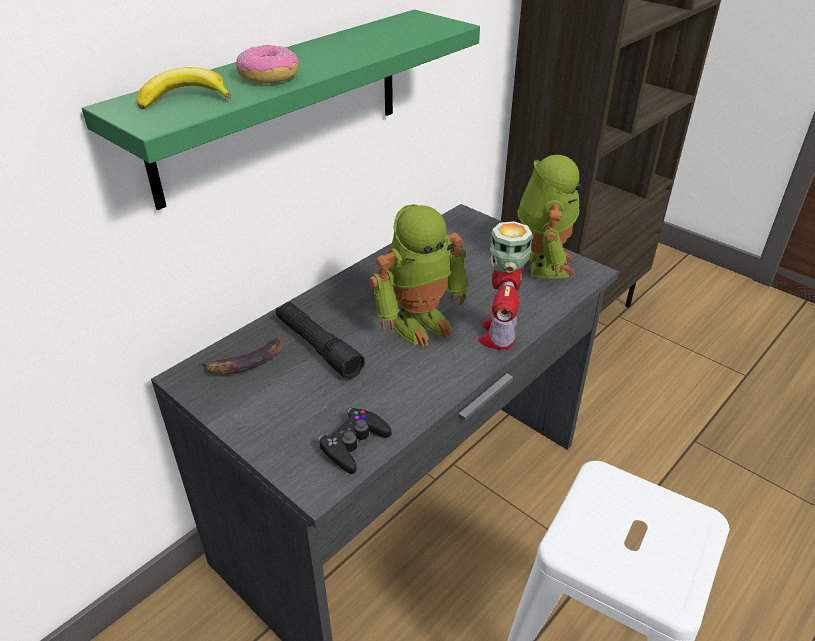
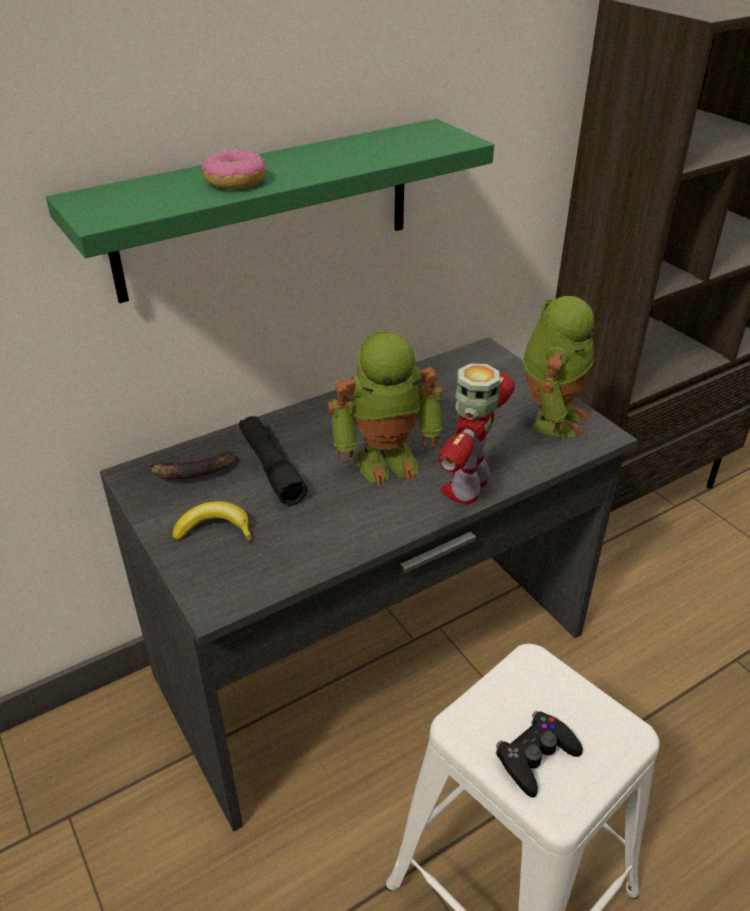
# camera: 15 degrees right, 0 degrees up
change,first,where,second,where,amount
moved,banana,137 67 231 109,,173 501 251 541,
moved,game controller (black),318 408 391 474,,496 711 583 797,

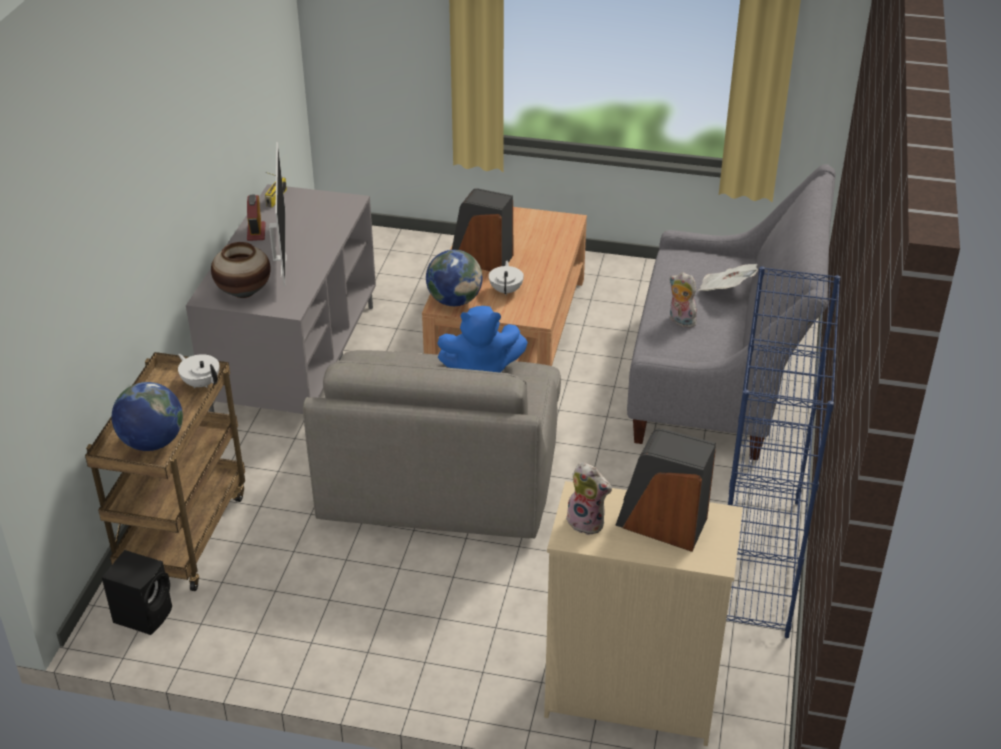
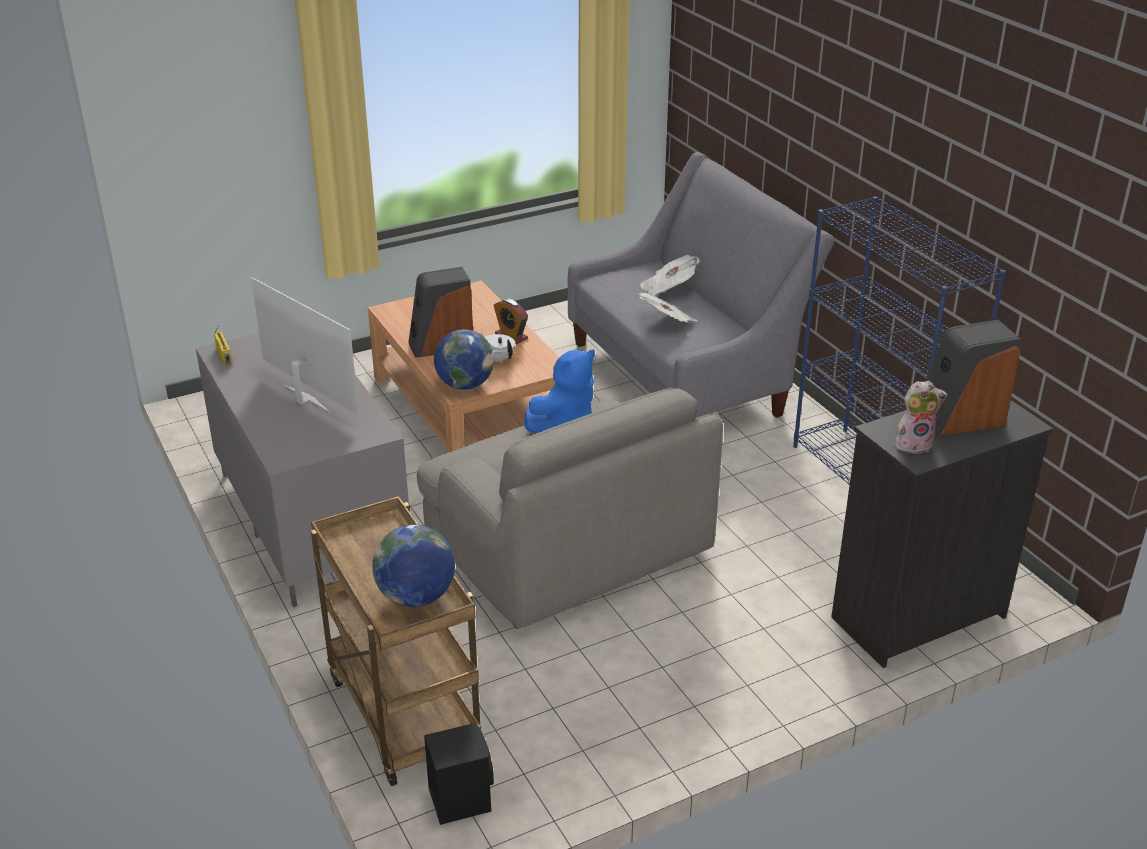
# camera: 40 degrees left, 5 degrees down
change,first,where,second,where,amount
moved,alarm clock,247 195 266 241,,494 299 528 344,
removed,vase,211 242 271 298,,,
replaced,plush toy,669 272 700 328,newspaper,639 293 698 323,
removed,teapot (white),178 354 220 388,,,
recoloured,dresser (beige),544 481 743 746,dresser (black),831 400 1053 668,

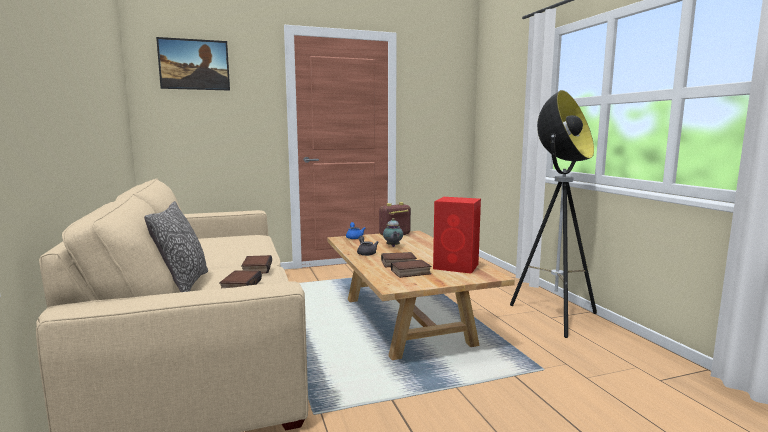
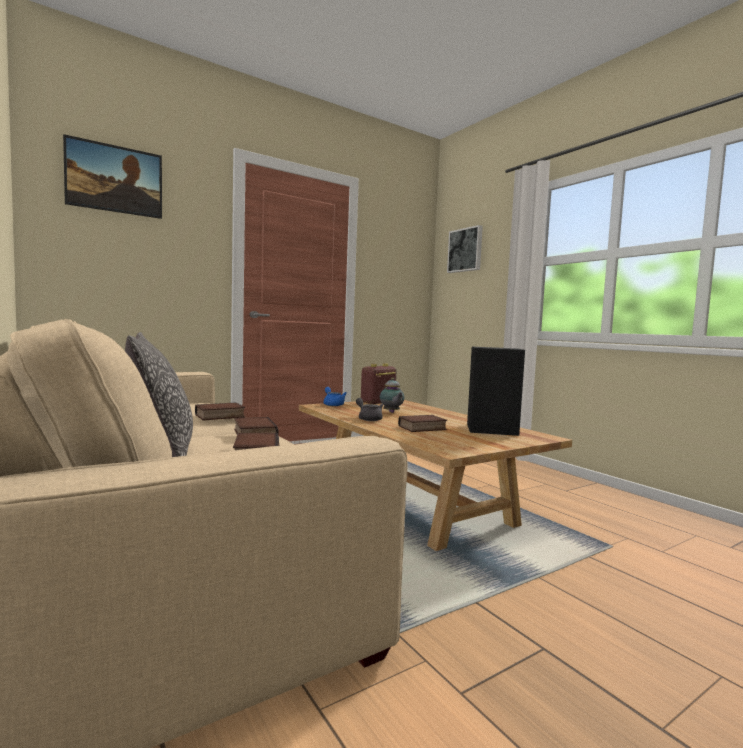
# camera: 15 degrees left, 5 degrees down
change,first,where,second,where,amount
removed,floor lamp,510 90 597 338,,,
recoloured,speaker (red),433 197 481 274,speaker (black),467 347 525 436,
moved,book,391 260 431 278,,195 403 245 420,
added,,,picture,447 225 483 273,

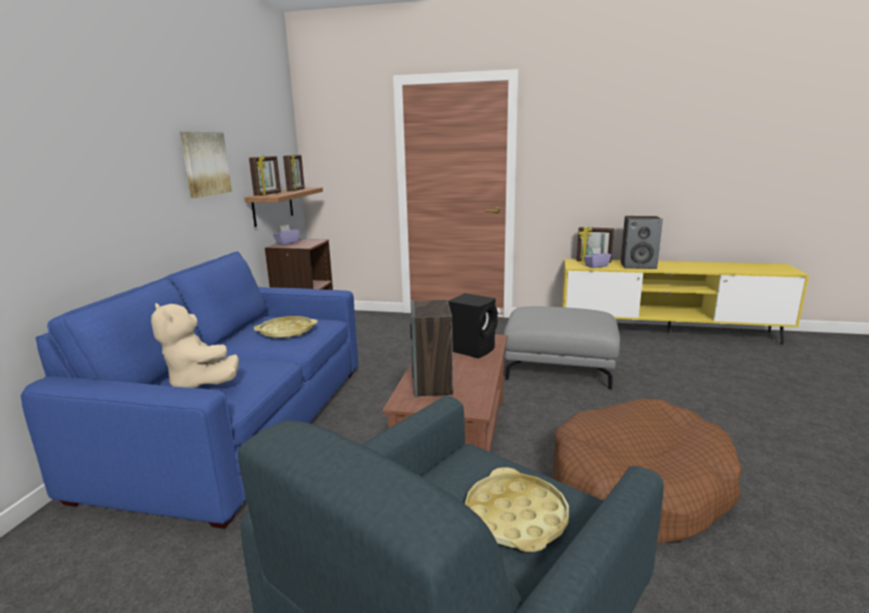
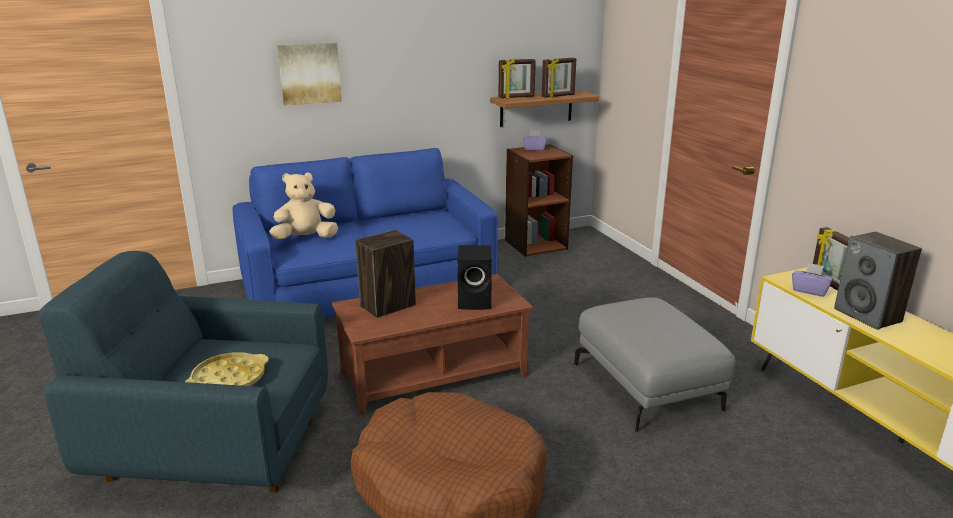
# camera: 55 degrees right, 5 degrees up
change,first,where,second,where,amount
moved,picture,180 132 232 198,,277 42 342 106,
turned,plush toy (beige),151 303 239 388,,269 173 338 239,60 degrees clockwise
removed,tray (yellow),254 316 318 339,,,

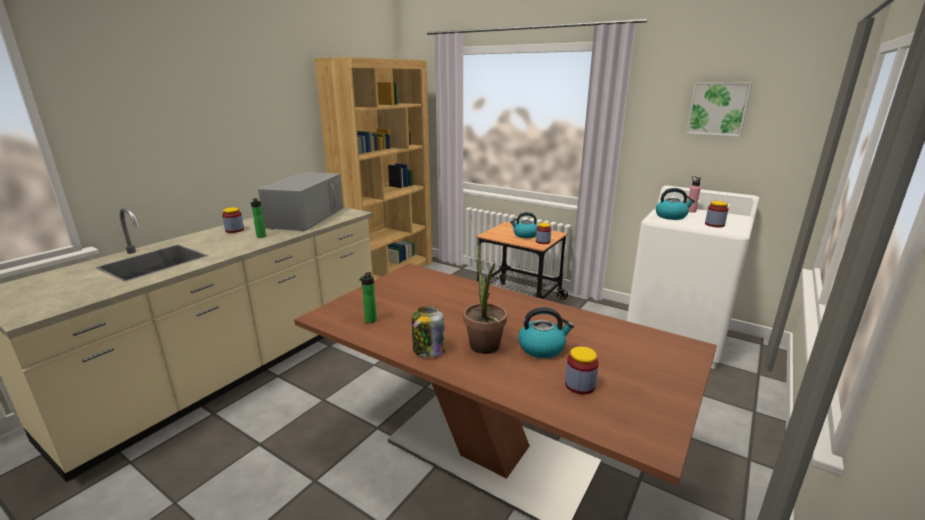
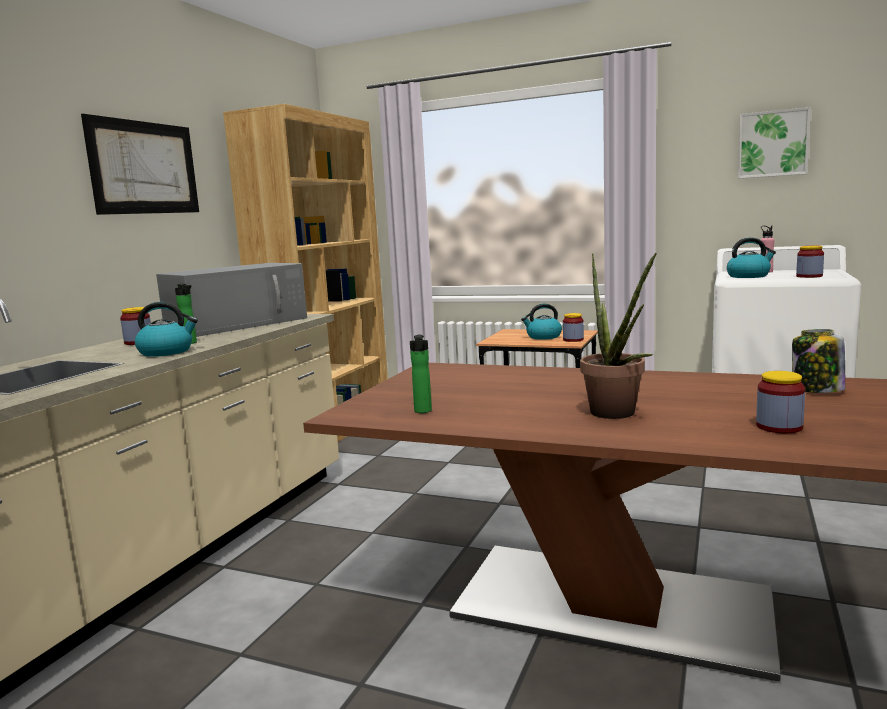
# camera: 10 degrees left, 10 degrees down
change,first,where,second,where,amount
turned,microwave (grey),258 172 343 231,,156 263 307 337,45 degrees clockwise
moved,jar,412 306 445 357,,792 329 845 393,
moved,kettle,518 307 574 358,,135 302 198 357,
added,,,picture,81 114 199 215,

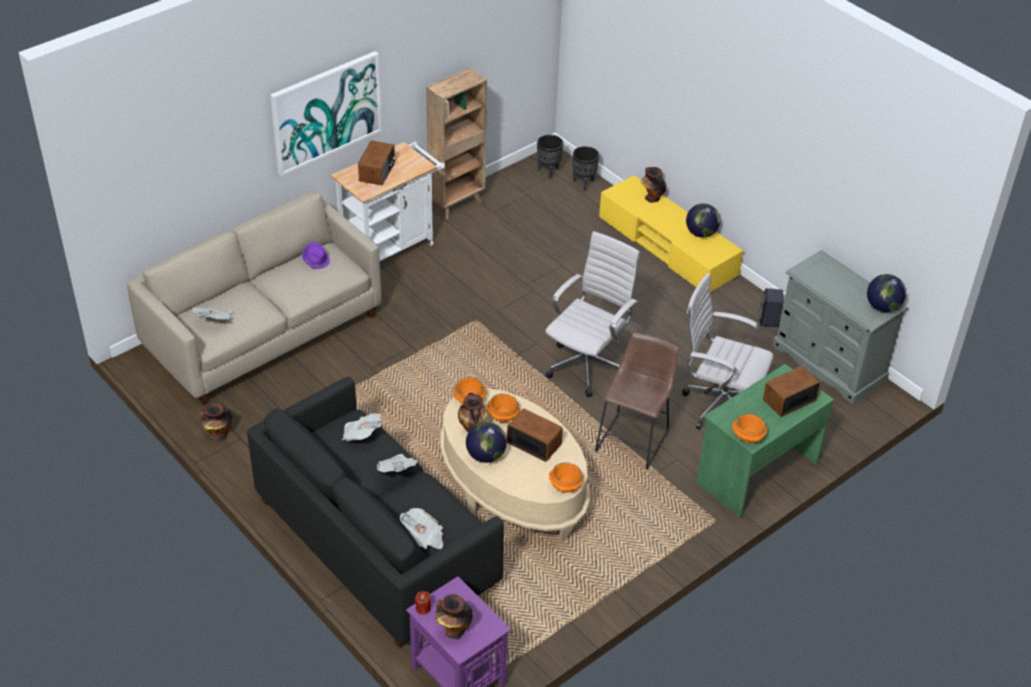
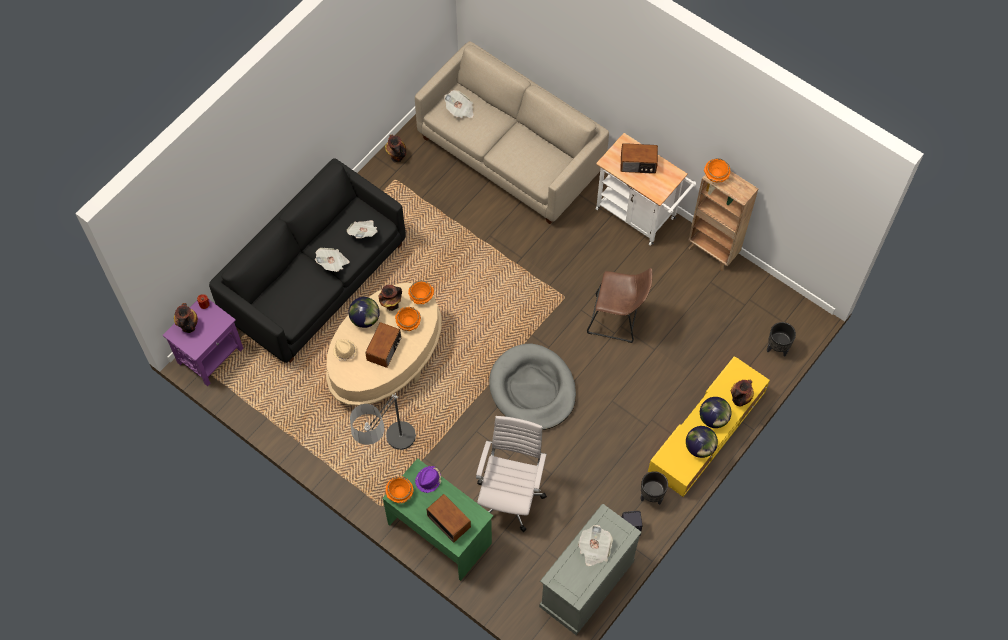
# camera: 80 degrees right, 20 degrees up
change,first,where,second,where,amount
removed,picture,270 51 382 176,,,
moved,planter (black),537 135 563 179,,641 471 668 505,
replaced,office chair (white),545 231 640 397,dog bed (grey),489 344 576 430,
moved,hat (purple),302 242 330 269,,415 466 441 493,
moved,globe,867 274 906 312,,700 397 732 428,
moved,stool (brown),595 333 678 470,,587 268 652 343,
moved,bowl (orange),549 462 584 493,,704 158 730 182,
moved,newspaper,400 508 443 549,,578 525 613 566,
added,,,hat (beige),333 339 357 361,
added,,,floor lamp,350 393 416 450,

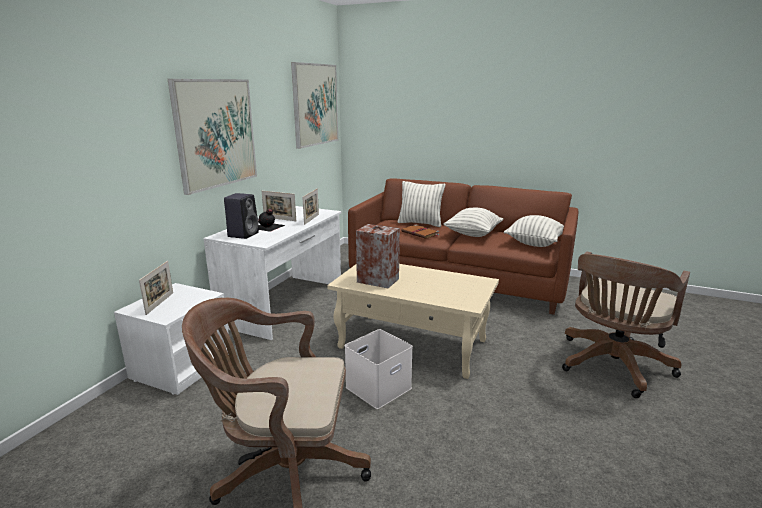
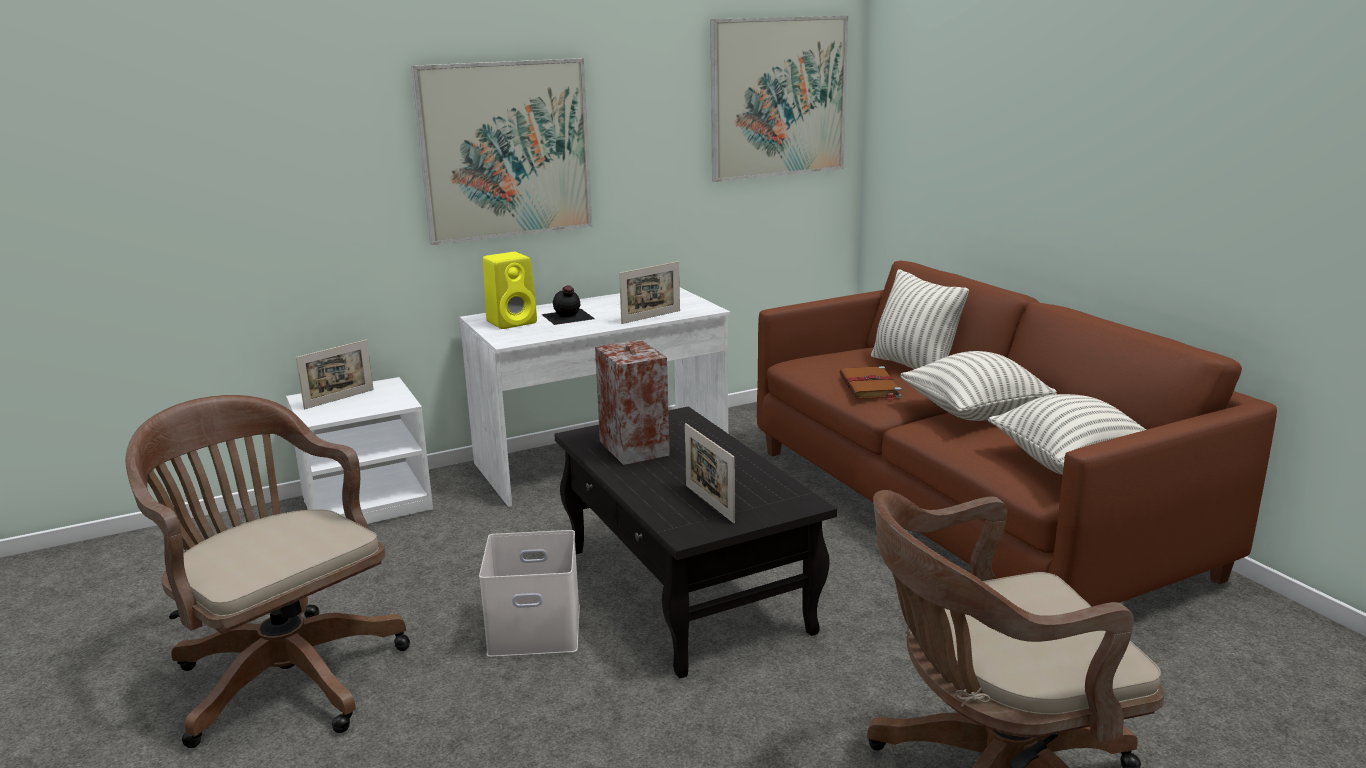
# camera: 40 degrees right, 0 degrees up
change,first,where,second,where,amount
moved,picture frame,262 191 296 221,,685 423 735 523,
recoloured,speaker (black),224 193 259 239,speaker (yellow),482 252 537 329,
recoloured,coffee table (beige),327 264 499 379,coffee table (black),554 407 837 678,

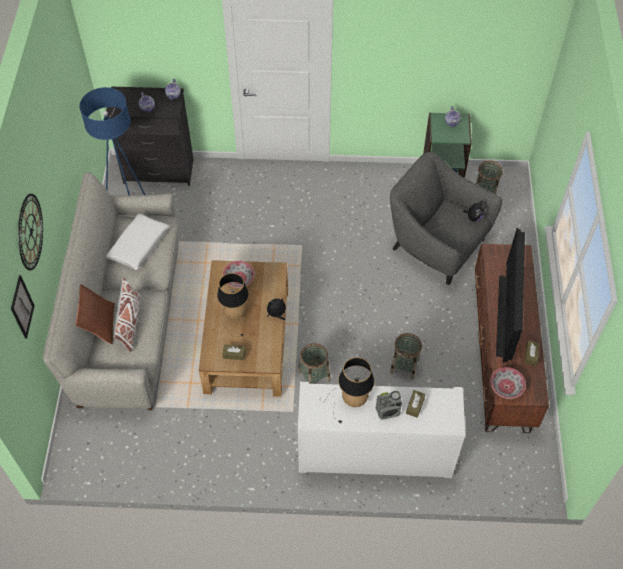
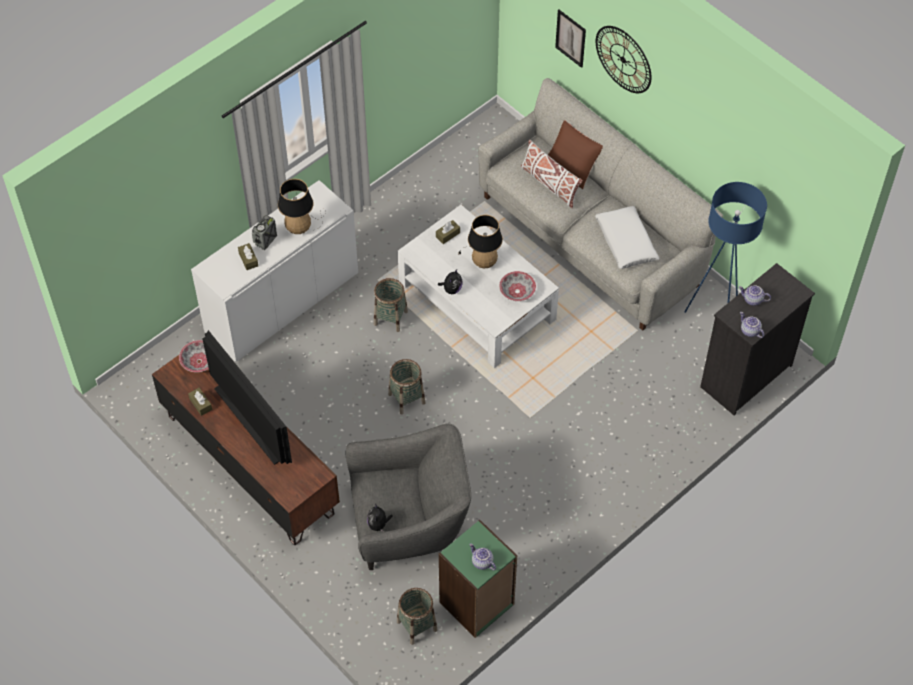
# camera: 135 degrees right, 0 degrees up
change,first,where,second,where,amount
recoloured,coffee table (brown),199 260 288 397,coffee table (white),398 205 559 368,
moved,basket,390 333 422 380,,388 359 425 415,

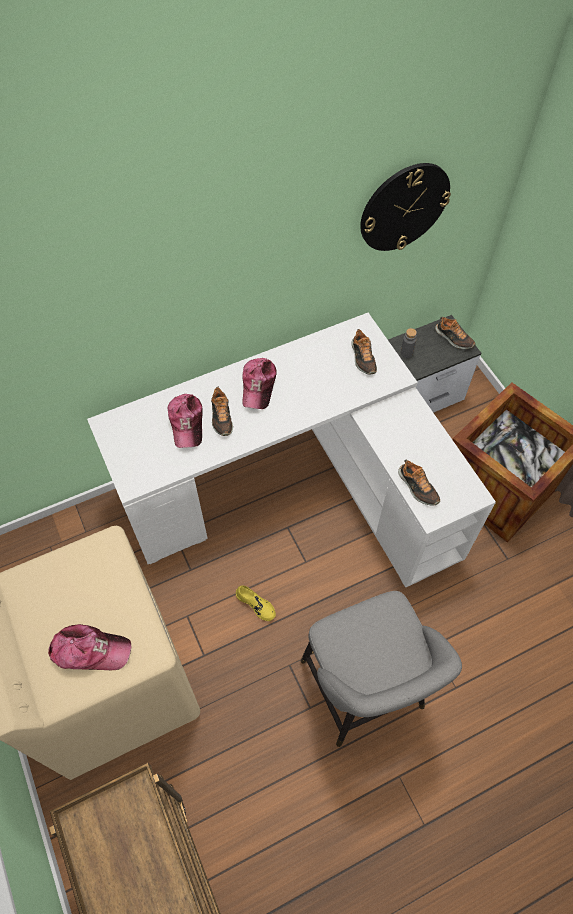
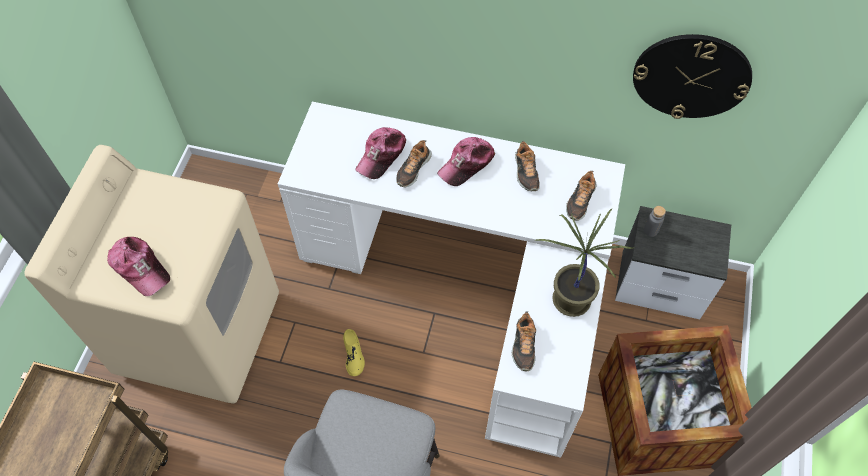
# camera: 40 degrees right, 0 degrees up
change,first,where,second,where,amount
moved,shoe,435 317 476 349,,515 141 540 191,
added,,,potted plant,535 209 633 317,

